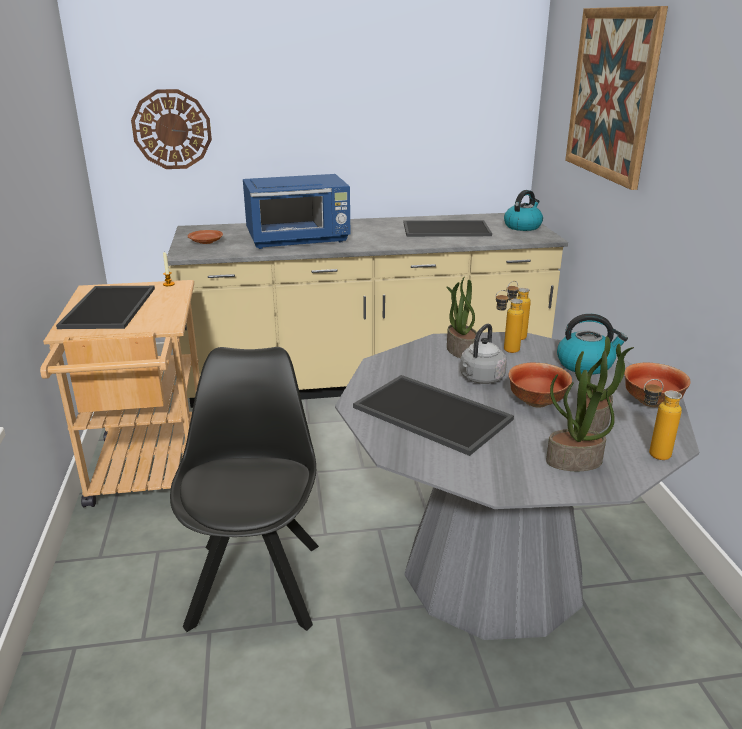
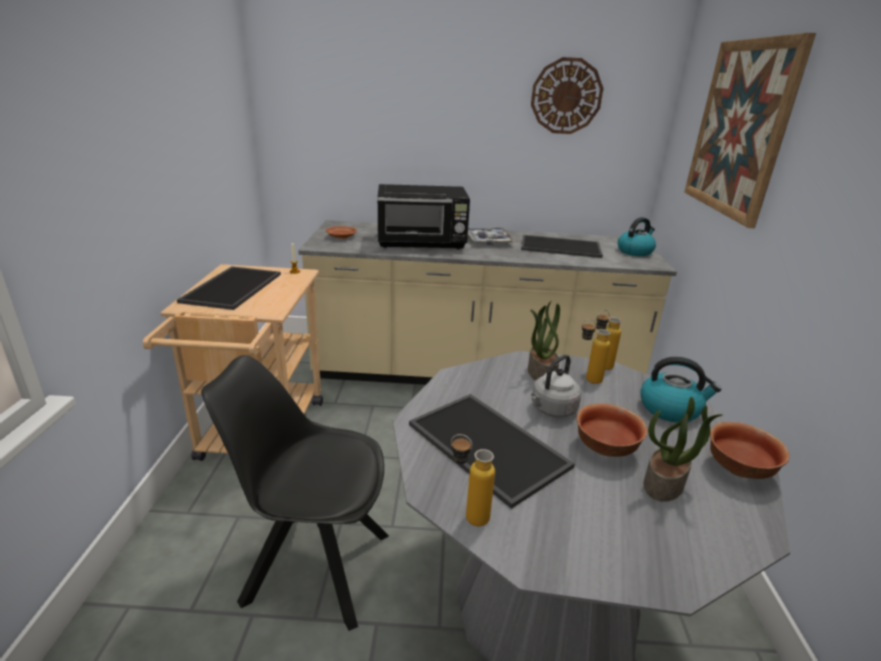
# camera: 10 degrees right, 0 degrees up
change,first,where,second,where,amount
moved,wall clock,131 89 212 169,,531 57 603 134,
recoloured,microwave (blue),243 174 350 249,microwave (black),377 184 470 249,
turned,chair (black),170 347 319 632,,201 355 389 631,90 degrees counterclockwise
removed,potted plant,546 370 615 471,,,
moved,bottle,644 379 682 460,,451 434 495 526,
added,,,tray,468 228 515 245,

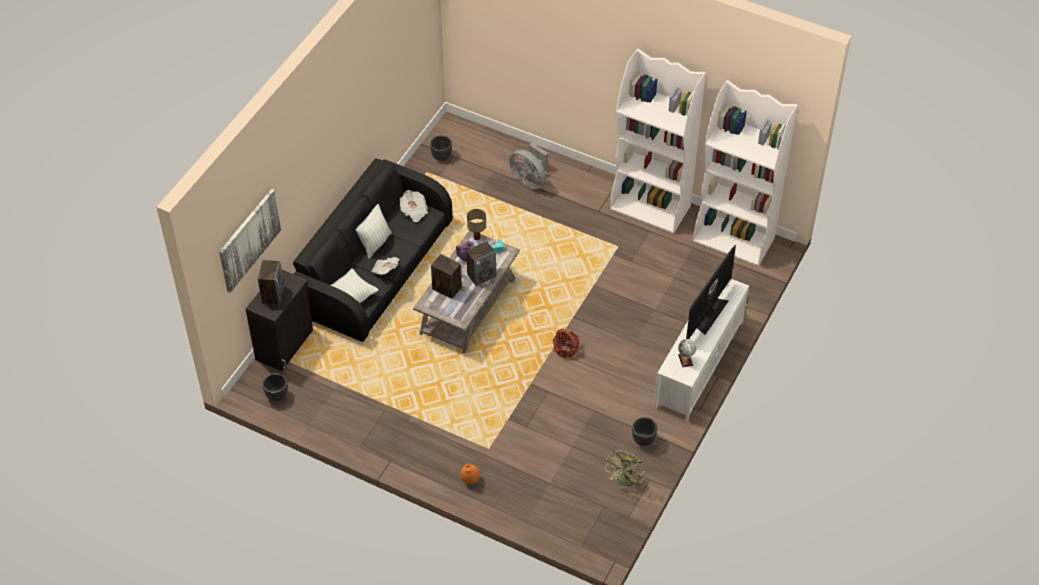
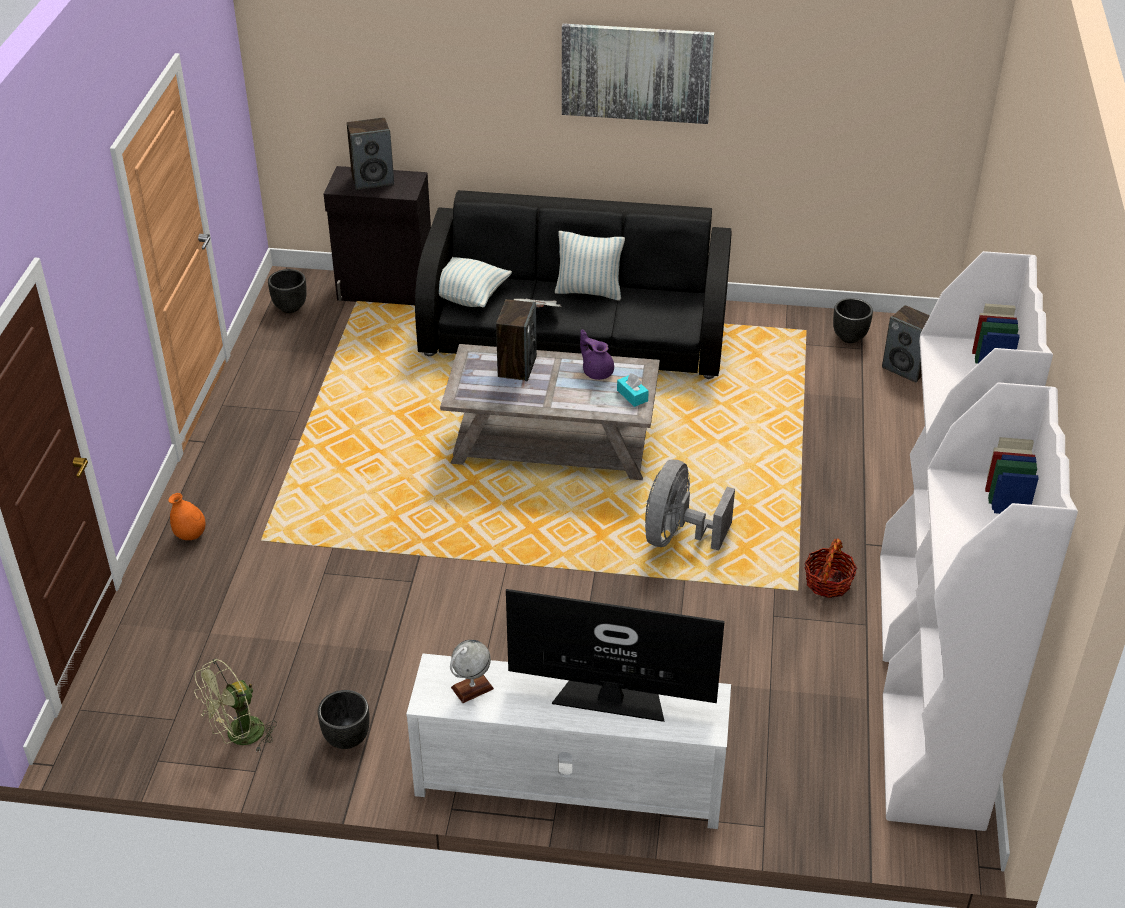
# camera: 70 degrees right, 10 degrees down
change,first,where,second,where,amount
moved,fan (grey),509 143 548 189,,645 459 735 551,
moved,picture,219 189 281 293,,562 23 714 124,
removed,newspaper,399 190 428 222,,,
removed,table lamp,467 209 486 240,,,
moved,speaker,466 241 496 286,,882 305 930 383,
moved,basket,553 329 580 358,,804 538 857 598,
turned,fan (green),604 450 646 488,,194 659 277 752,45 degrees counterclockwise

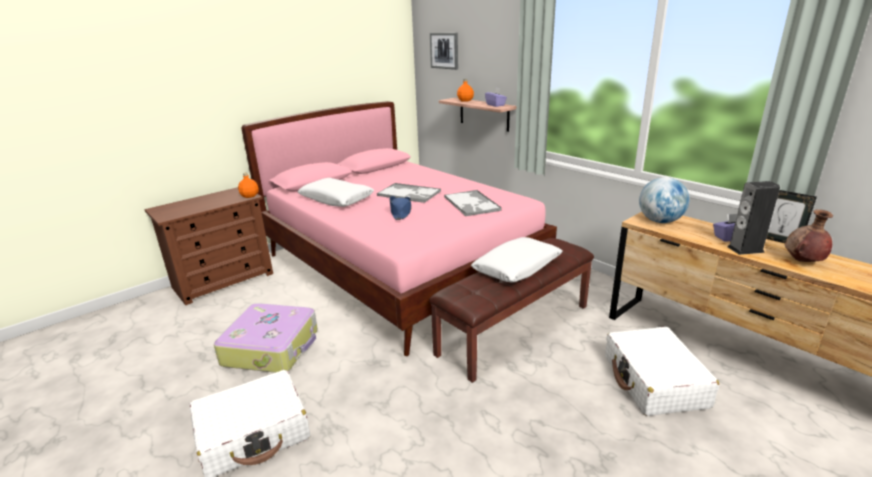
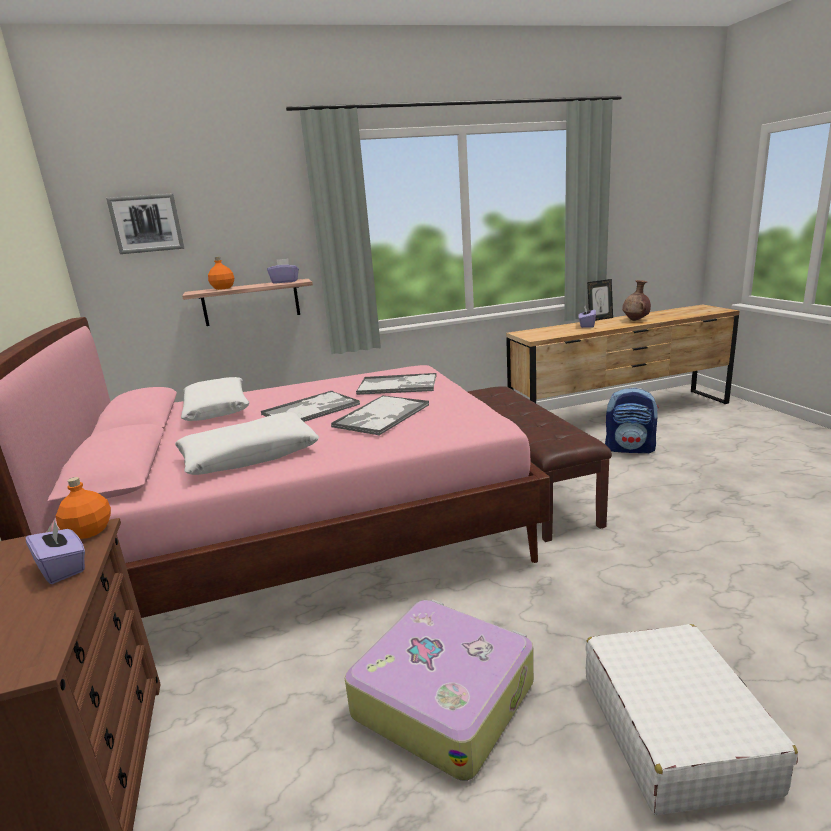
# camera: 65 degrees left, 5 degrees down
change,first,where,second,where,amount
removed,globe,639 177 690 223,,,
removed,speaker,727 181 780 255,,,
replaced,hat (blue),389 196 412 220,tray,331 395 429 435,
moved,pillow (white),471 237 563 282,,181 377 249 421,
replaced,suitcase (white),605 327 719 416,backpack,605 387 659 454,
added,,,tissue box (purple),26 518 85 584,

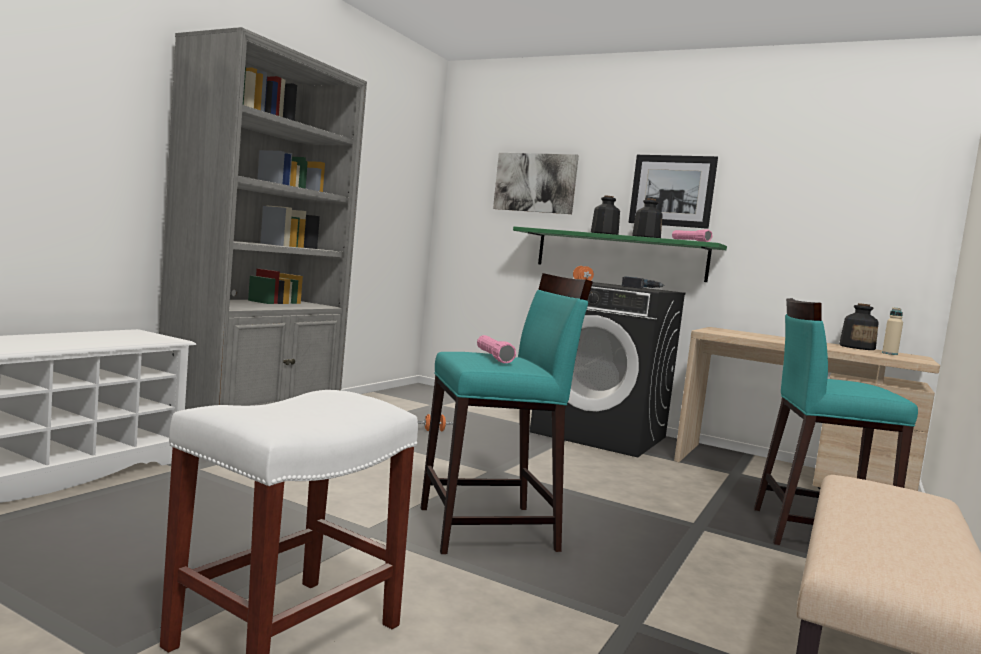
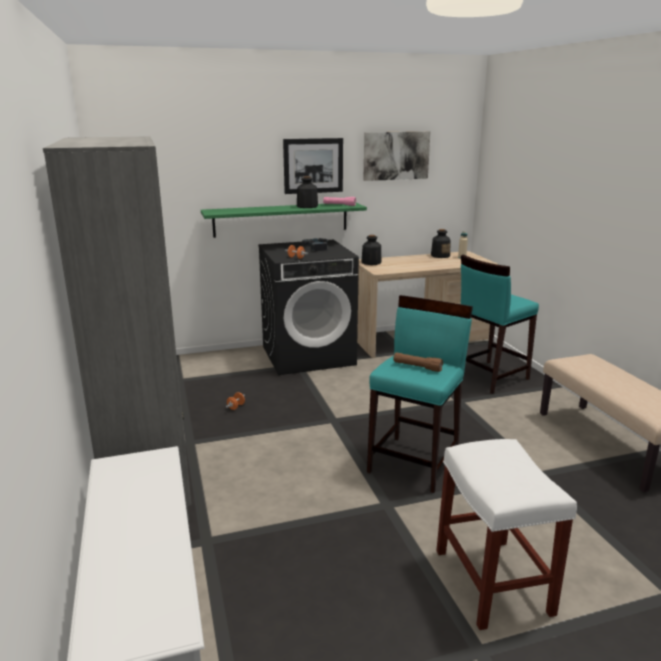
# camera: 45 degrees left, 15 degrees up
change,first,where,second,where,amount
moved,picture,493 153 579 214,,363 131 430 181,
moved,bottle,591 196 620 235,,361 235 381 265,
recoloured,flashlight (pink),477 335 516 364,flashlight (brown),393 352 443 372,

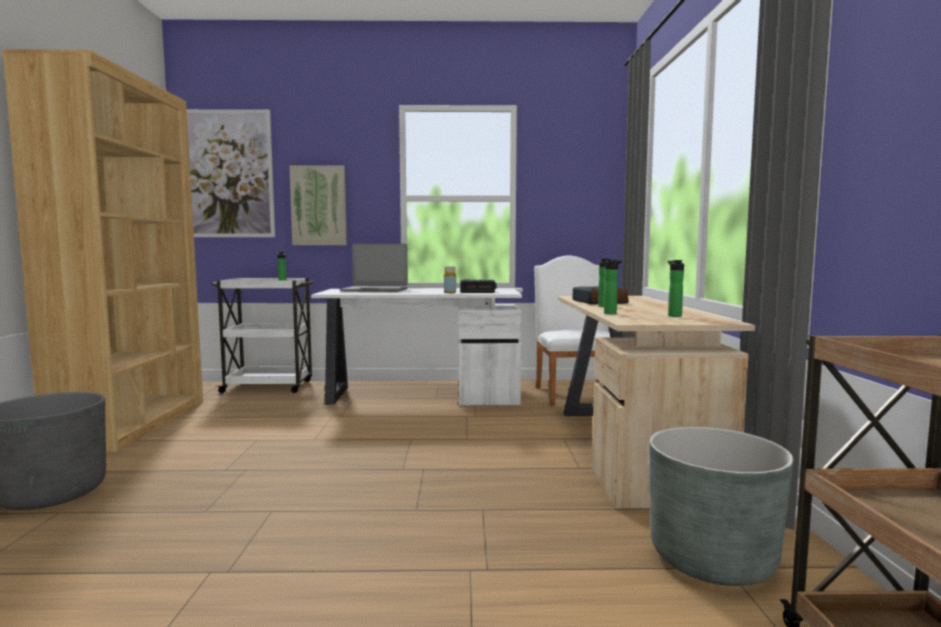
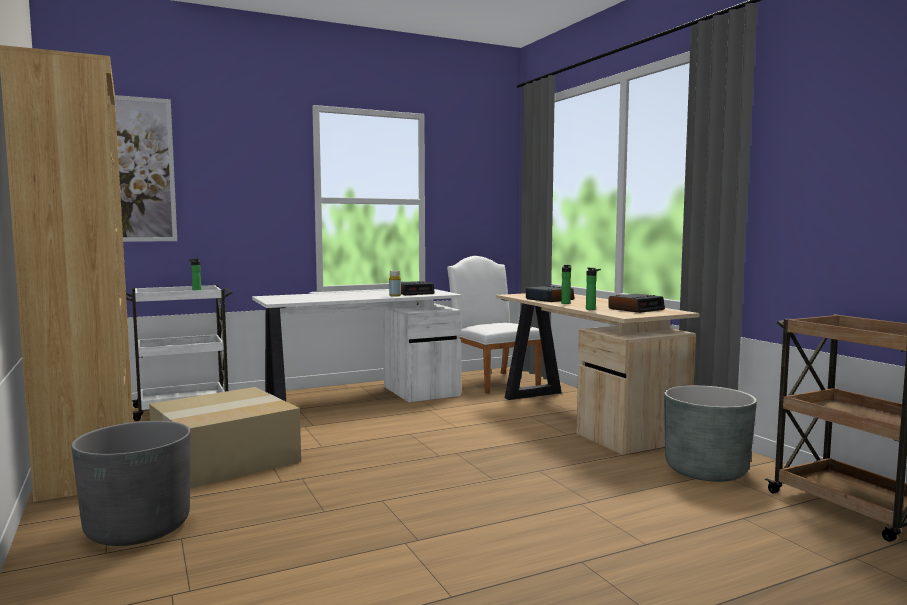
# camera: 25 degrees left, 0 degrees up
change,first,where,second,where,amount
removed,picture,289 165 347 245,,,
removed,laptop,340 244 408 292,,,
replaced,bottle,667 260 684 317,alarm clock,608 294 665 313,
added,,,cardboard box,149 387 301 488,

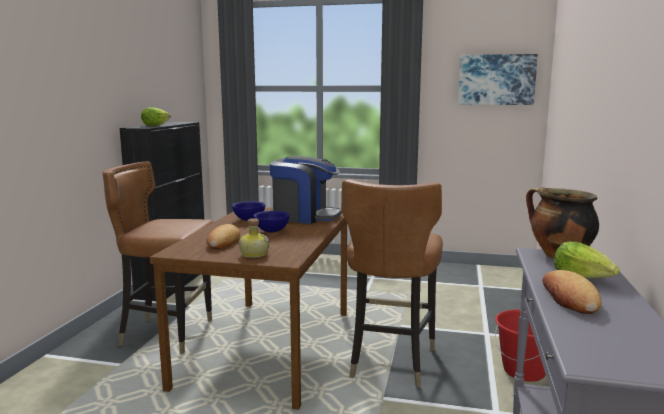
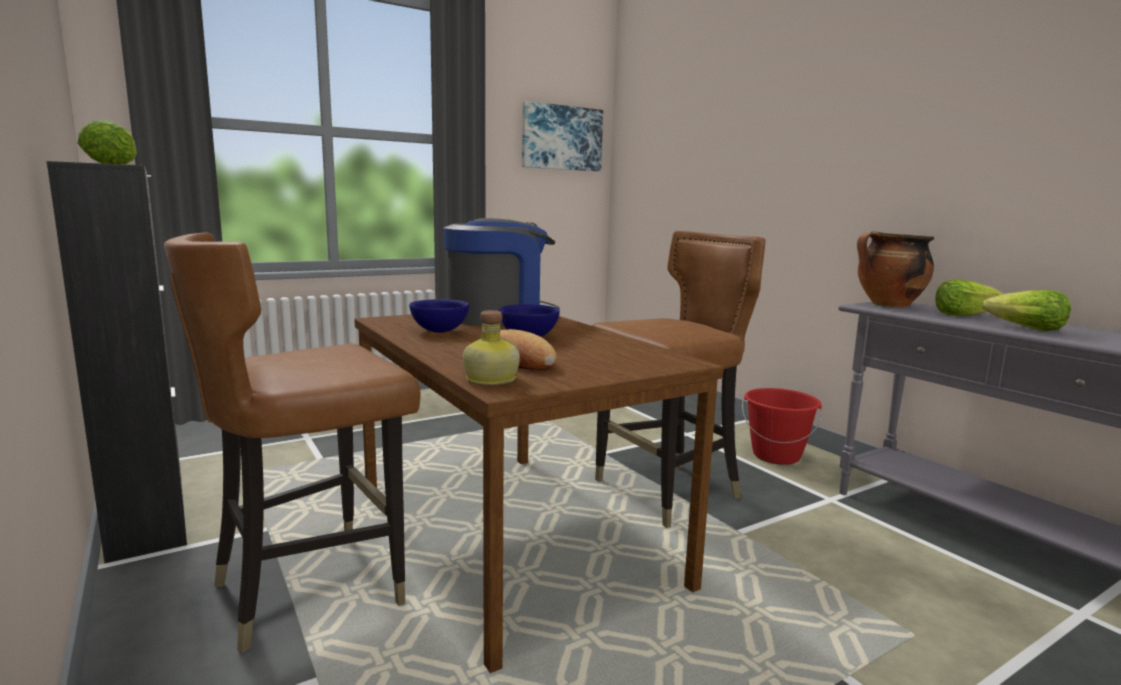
# camera: 45 degrees left, 0 degrees up
change,first,where,second,where,amount
turned,chair (brown),341 179 443 387,,592 231 766 528,90 degrees counterclockwise
moved,bottle,239 218 269 258,,463 310 520 385,
replaced,bread,543 270 601 314,lettuce,982 290 1071 331,

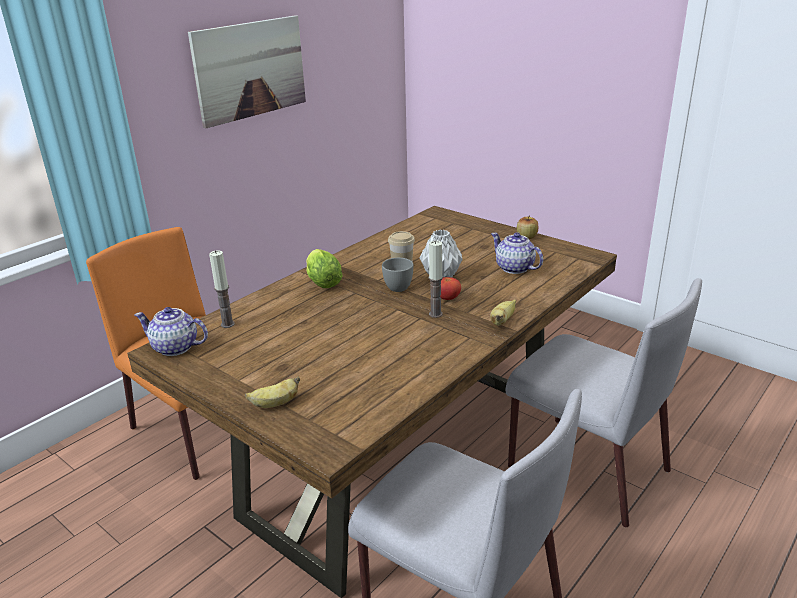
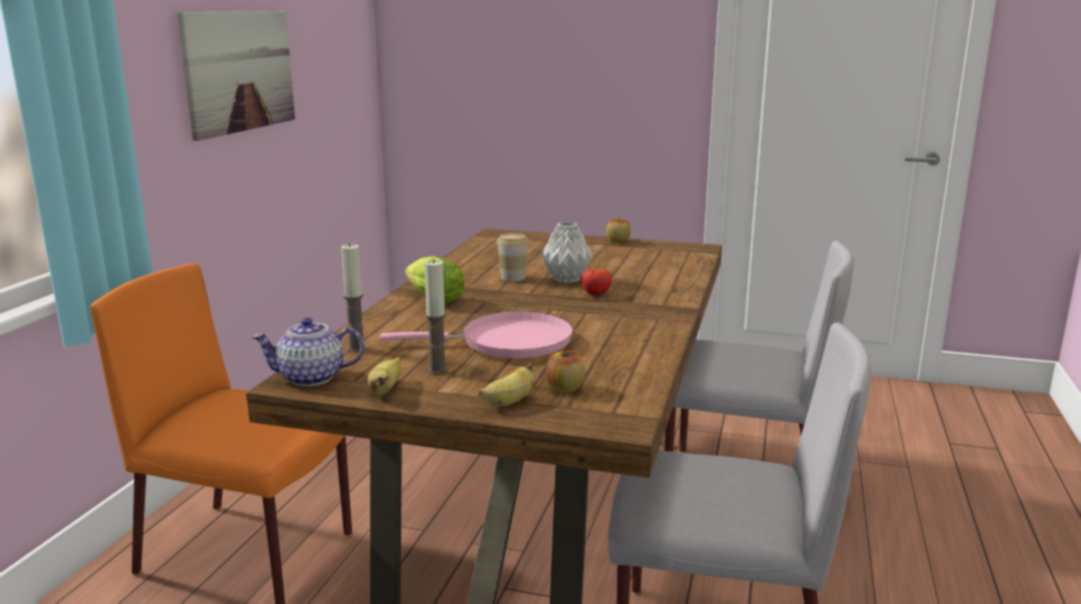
# camera: 25 degrees left, 10 degrees down
change,first,where,second,where,amount
removed,teapot,491 232 543 274,,,
moved,candle,429 241 443 318,,424 259 448 374,
removed,cup (grey),382 258 413 292,,,
moved,banana,490 299 516 326,,367 357 401 395,
added,,,frying pan (pink),380 311 573 358,
added,,,apple,546 348 586 392,

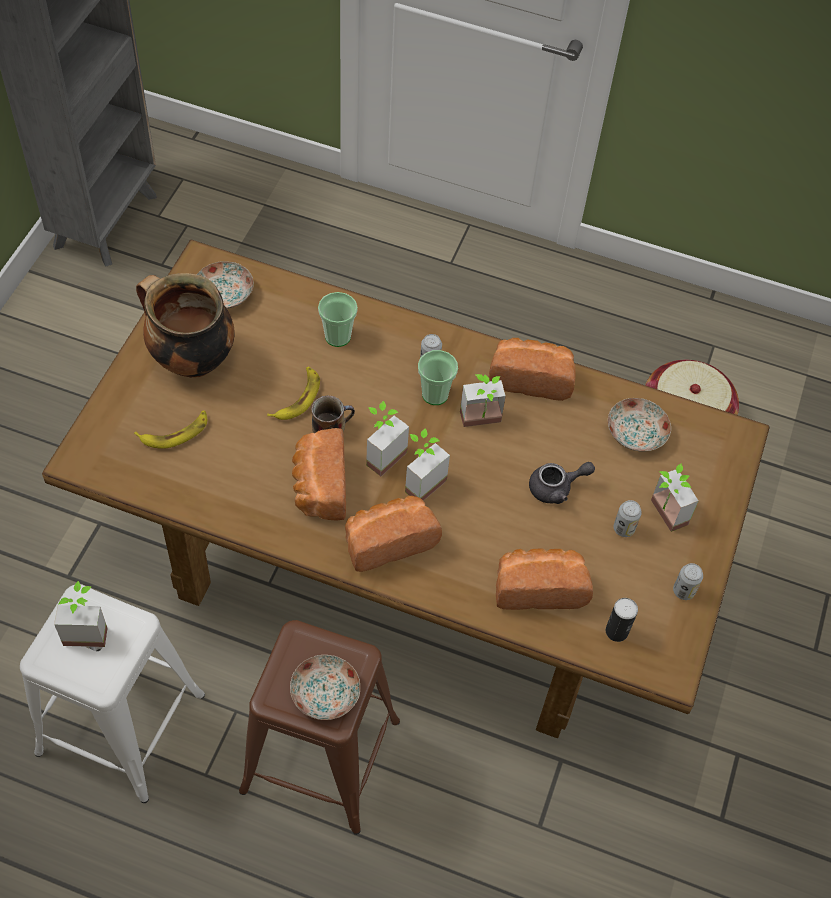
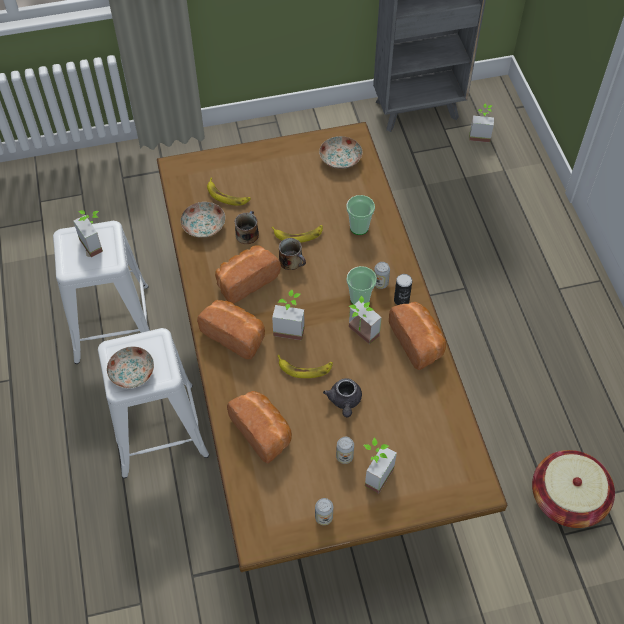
# camera: 60 degrees right, 0 degrees up
change,first,where,second,where,amount
removed,cooking pot,136 273 235 378,,,
moved,plate,608 398 671 452,,181 202 225 238,
moved,potted plant,366 401 409 476,,469 104 494 142,
turned,teapot (grey),529 462 595 504,,323 378 362 417,45 degrees clockwise
moved,can,606 598 638 642,,394 274 412 305,
recoloured,stool (brown),239 620 400 835,stool (white),98 328 209 479,
added,,,mug,235 211 259 244,
added,,,banana,277 355 333 378,

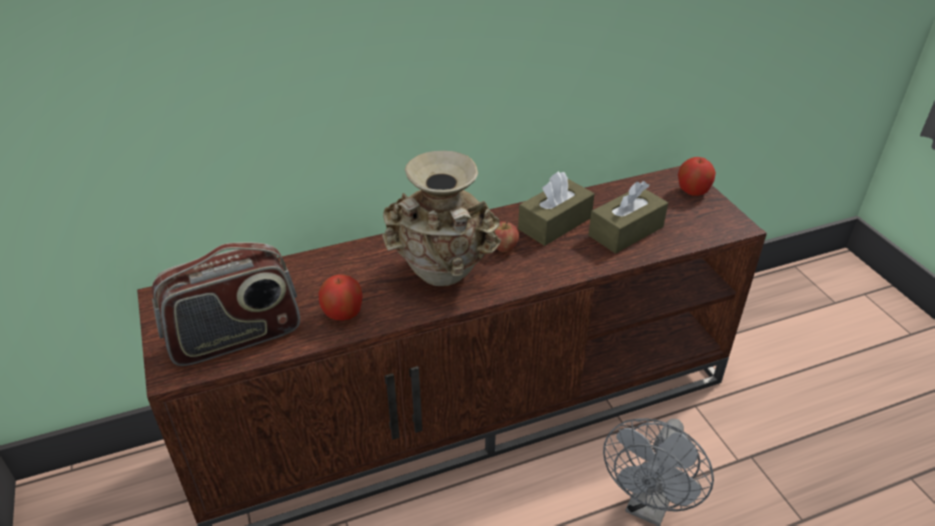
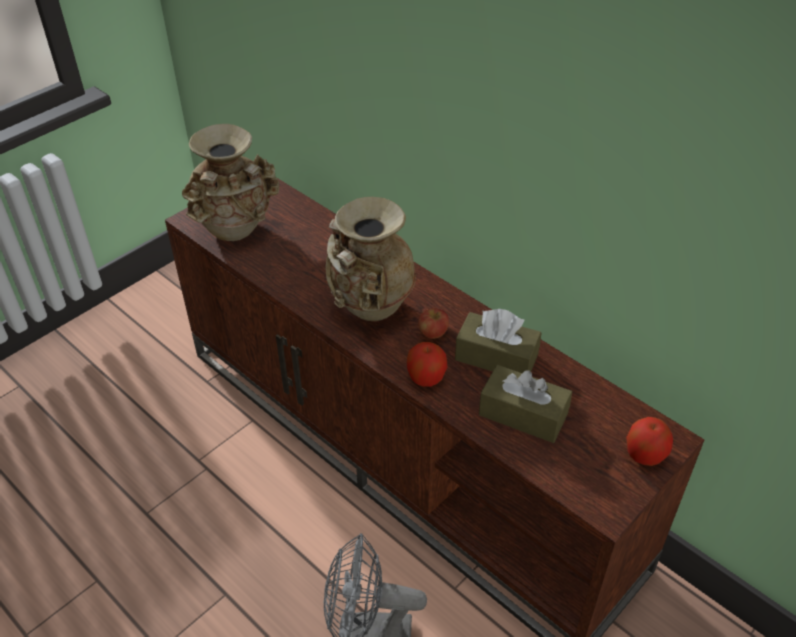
# camera: 65 degrees right, 5 degrees up
change,first,where,second,where,amount
replaced,radio,152 242 300 366,vase (beige),182 124 279 241,
moved,apple,319 274 363 320,,407 342 447 387,

